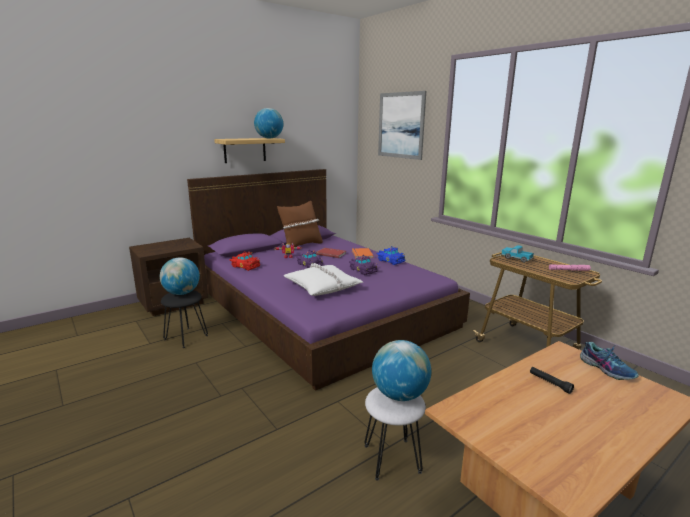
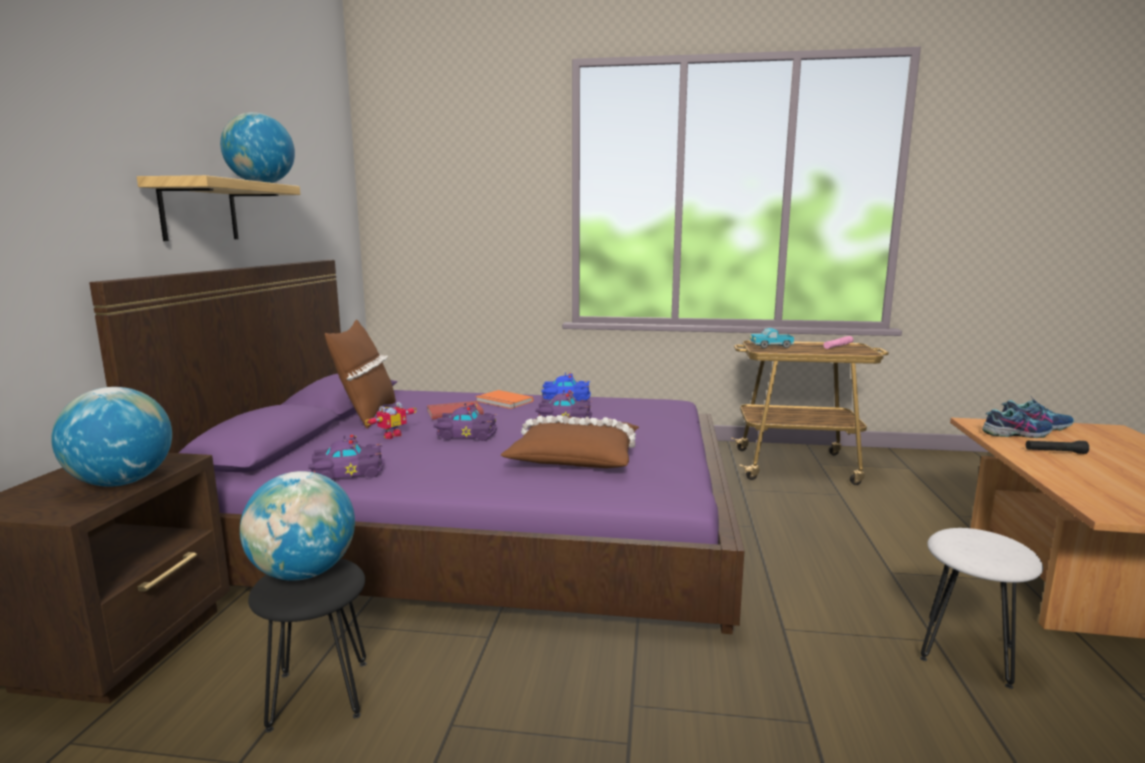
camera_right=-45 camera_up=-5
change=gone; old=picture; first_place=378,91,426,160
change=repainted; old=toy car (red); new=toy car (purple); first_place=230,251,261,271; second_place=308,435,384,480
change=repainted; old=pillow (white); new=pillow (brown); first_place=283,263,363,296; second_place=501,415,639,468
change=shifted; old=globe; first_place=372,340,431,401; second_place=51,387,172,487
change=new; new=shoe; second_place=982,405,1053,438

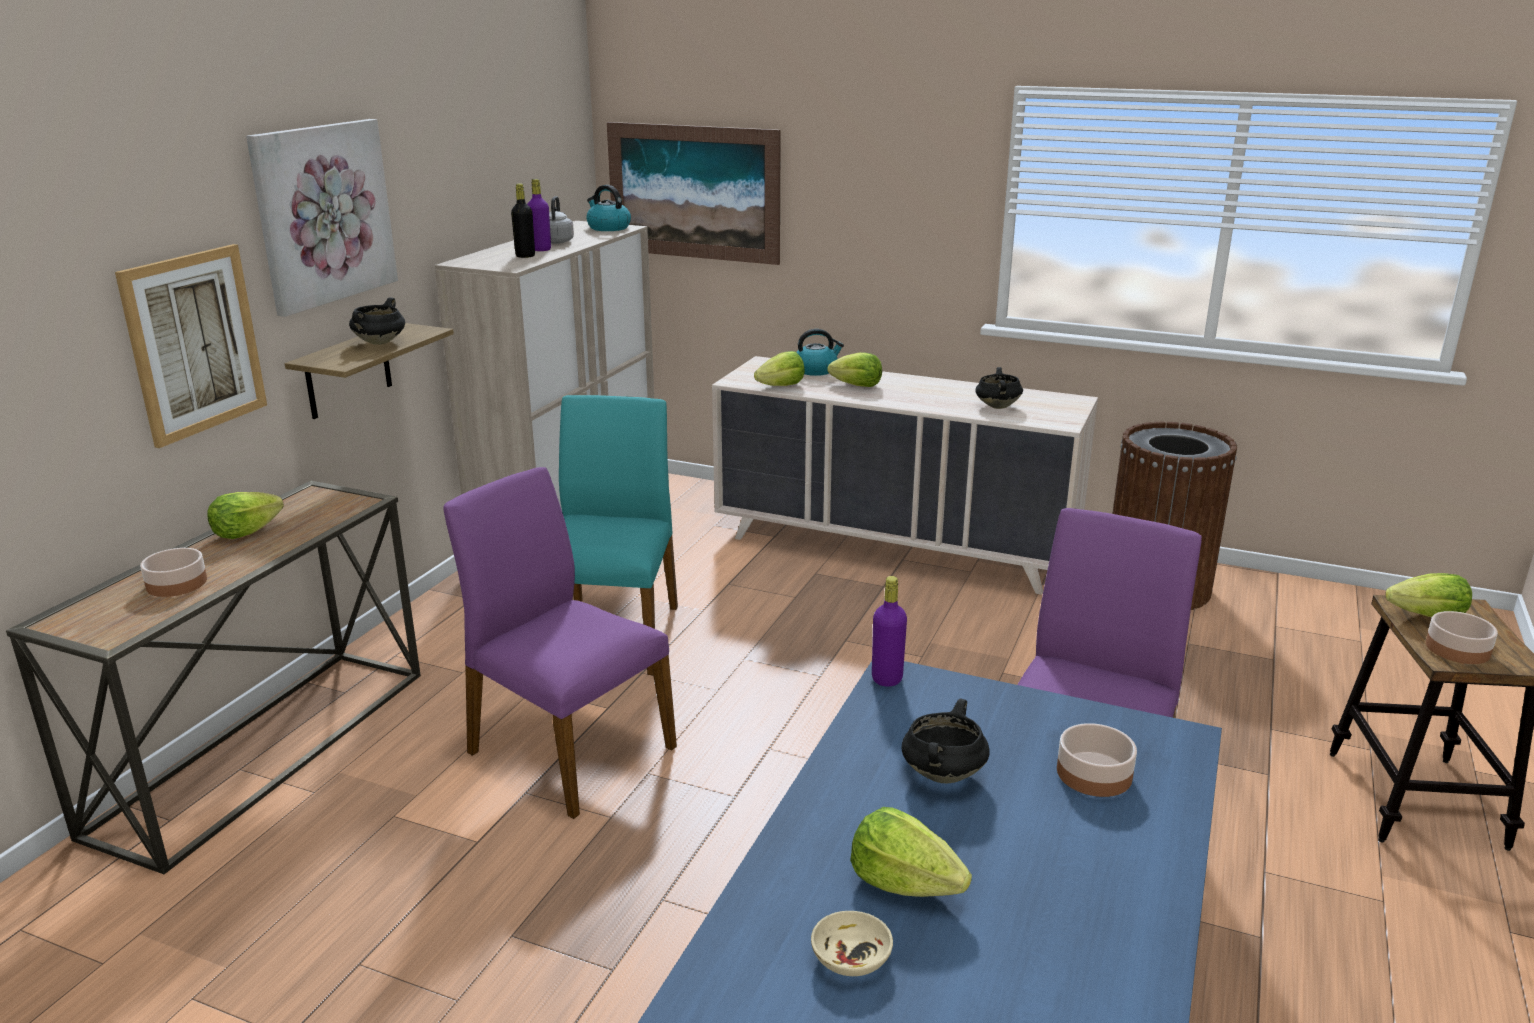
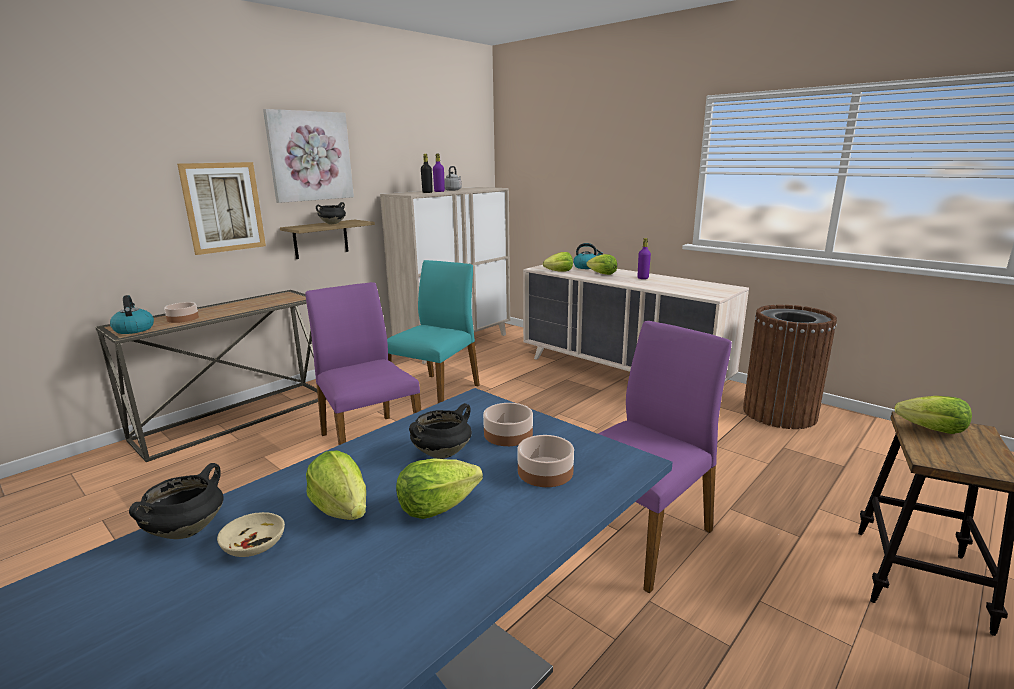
camera_right=20 camera_up=-5
change=gone; old=picture; first_place=607,122,781,265
change=shifted; old=kettle; first_place=586,185,631,231; second_place=110,295,154,334
change=shifted; old=cooking pot (black); first_place=975,367,1023,409; second_place=129,463,224,539
change=shifted; old=lettuce; first_place=208,492,284,539; second_place=396,458,483,519
change=shifted; old=bottle (purple); first_place=872,576,907,687; second_place=637,238,651,279
change=shifted; old=bowl; first_place=1426,611,1498,664; second_place=483,403,533,446

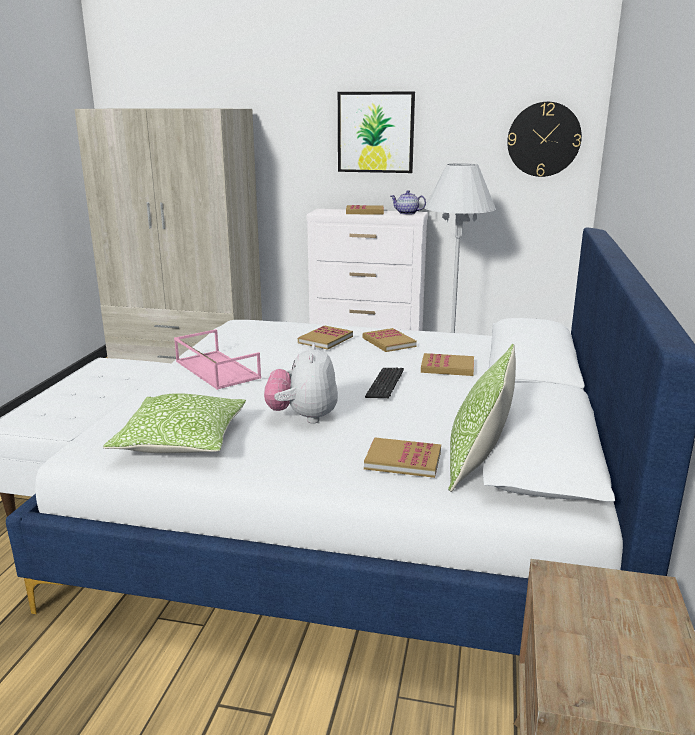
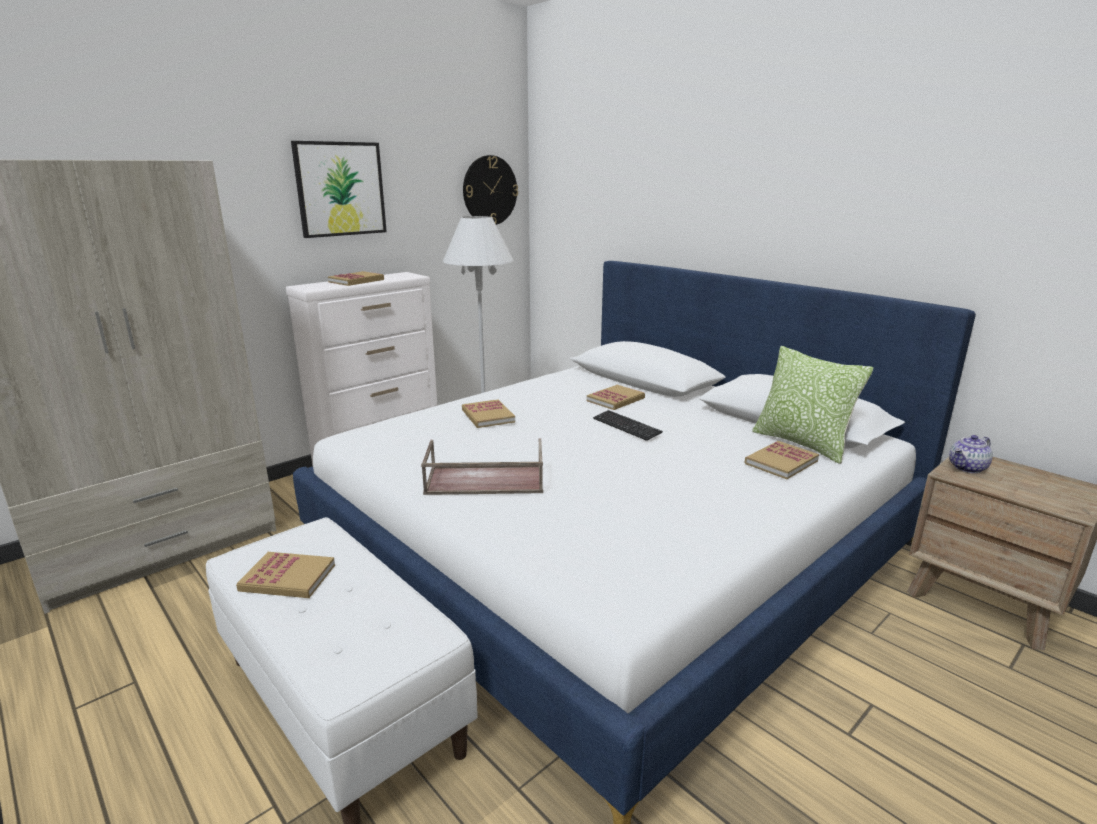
camera_right=-55 camera_up=0
change=shifted; old=teapot; first_place=391,190,426,215; second_place=949,435,993,473
change=shifted; old=book; first_place=363,328,417,352; second_place=236,552,335,598
change=repainted; old=tray (pink); new=tray (brown); first_place=174,329,261,390; second_place=421,438,543,495
change=gone; old=plush toy; first_place=264,344,338,423
change=gone; old=pillow; first_place=103,393,246,453

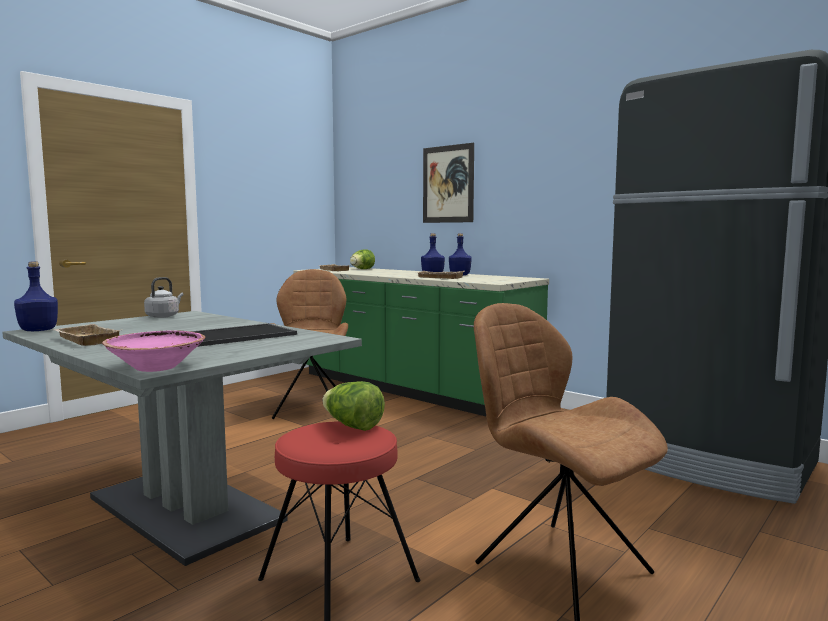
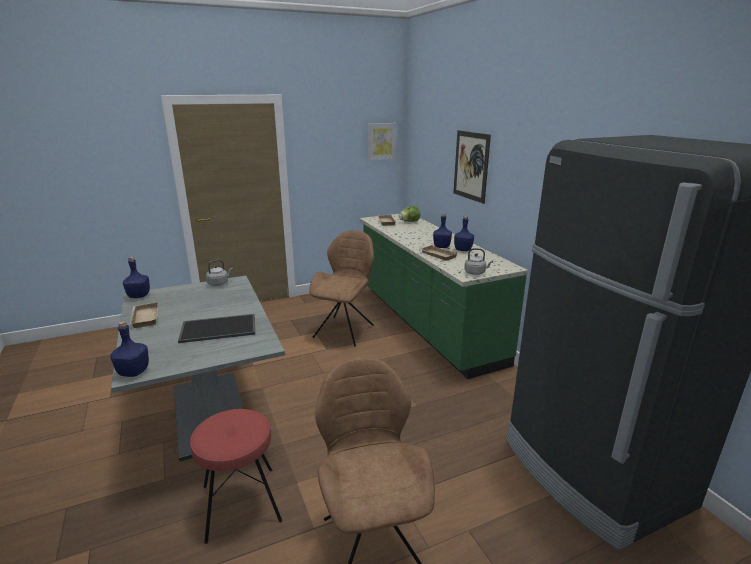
camera_right=25 camera_up=15
change=swapped; old=bowl (pink); new=bottle (blue); first_place=102,330,206,372; second_place=110,321,149,377
change=gone; old=lettuce; first_place=322,381,385,431
change=new; new=picture; second_place=368,123,397,161
change=new; new=kettle (grey); second_place=464,248,493,275

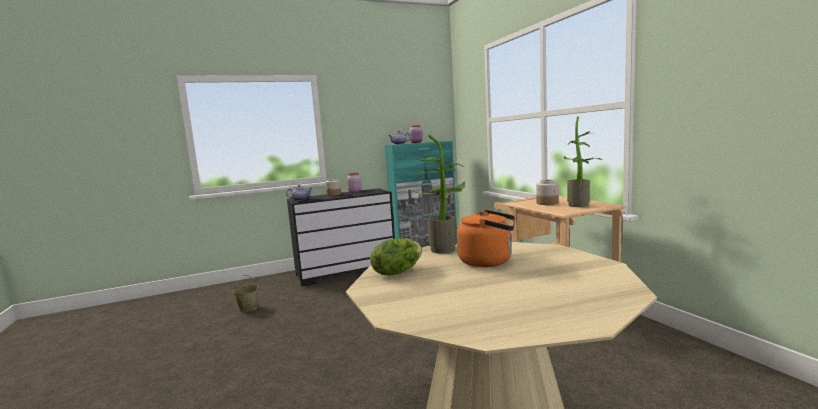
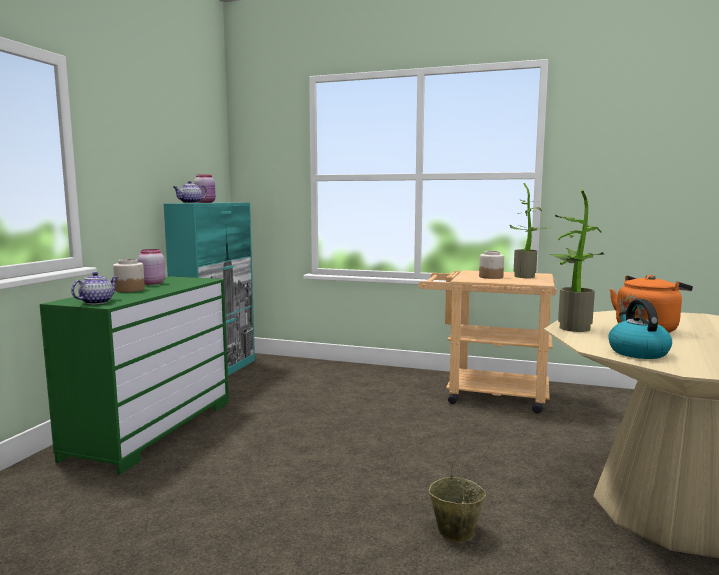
camera_right=-50 camera_up=0
change=repainted; old=dresser (black); new=dresser (green); first_place=287,188,395,287; second_place=40,276,229,475
change=swapped; old=lettuce; new=kettle; first_place=370,238,422,275; second_place=608,299,672,359
change=shifted; old=bucket (beige); first_place=233,275,259,312; second_place=428,461,486,542

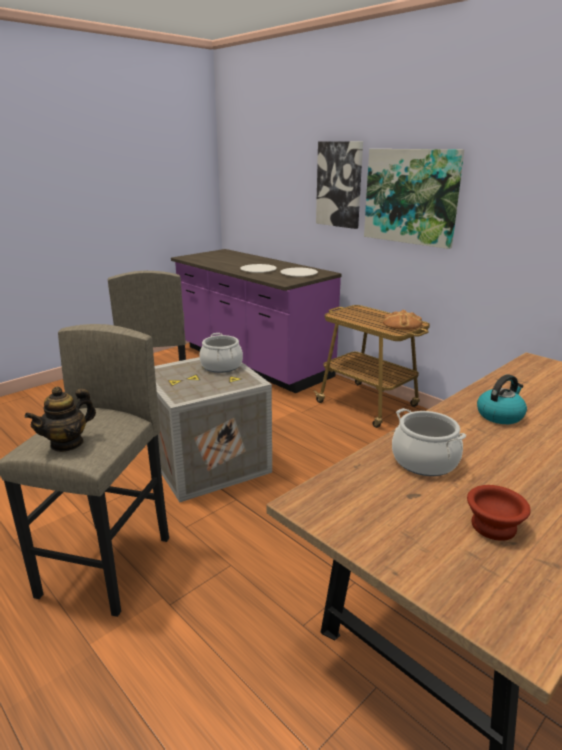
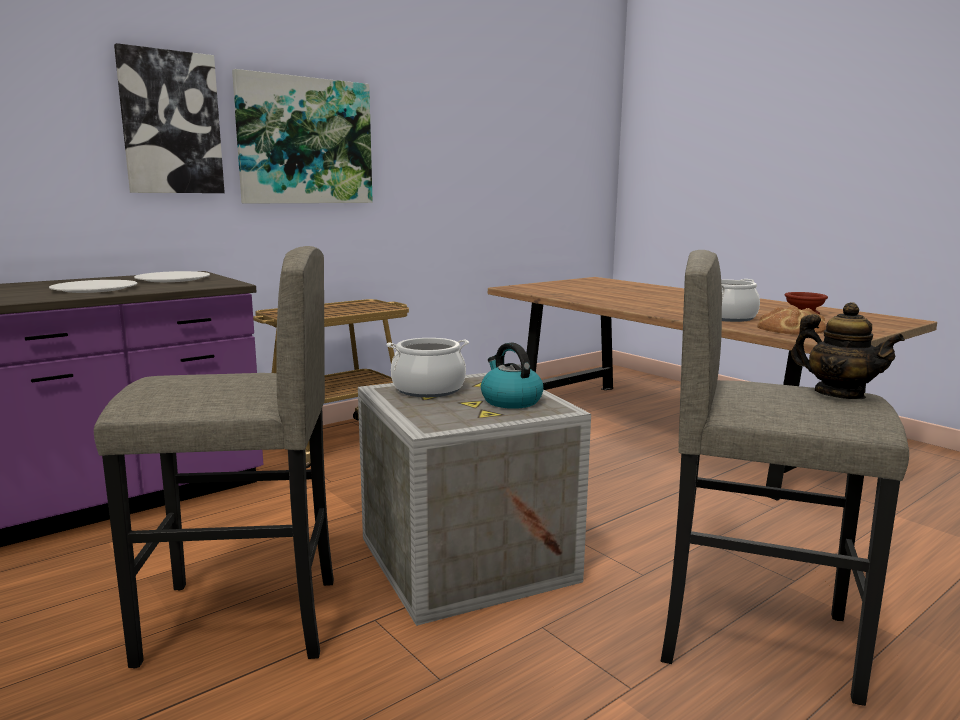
camera_right=-85 camera_up=-10
change=shifted; old=bread; first_place=383,310,422,330; second_place=757,306,826,335
change=shifted; old=kettle; first_place=477,374,527,424; second_place=481,342,543,409

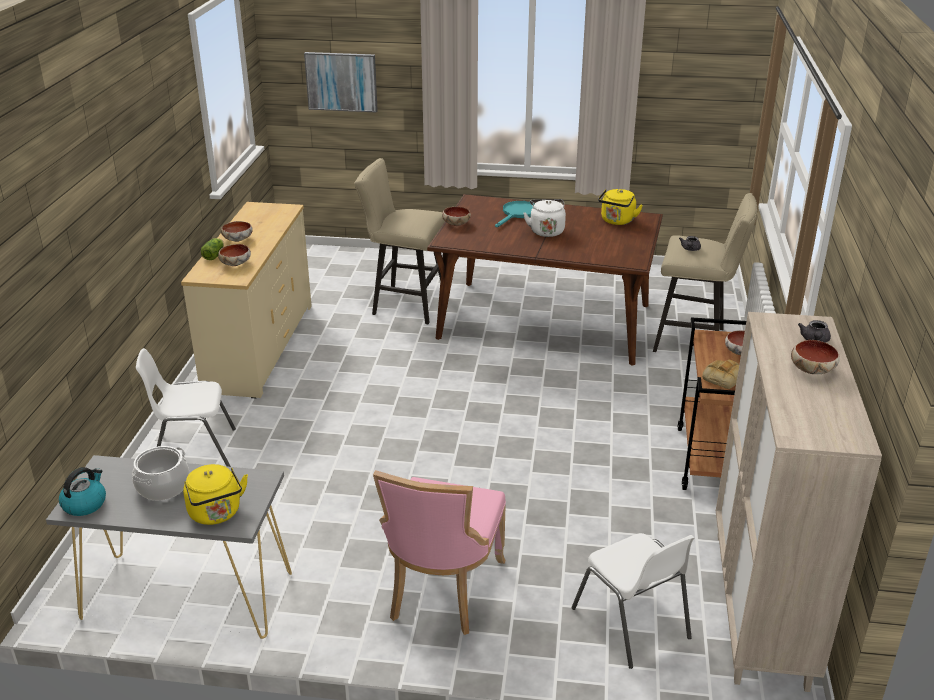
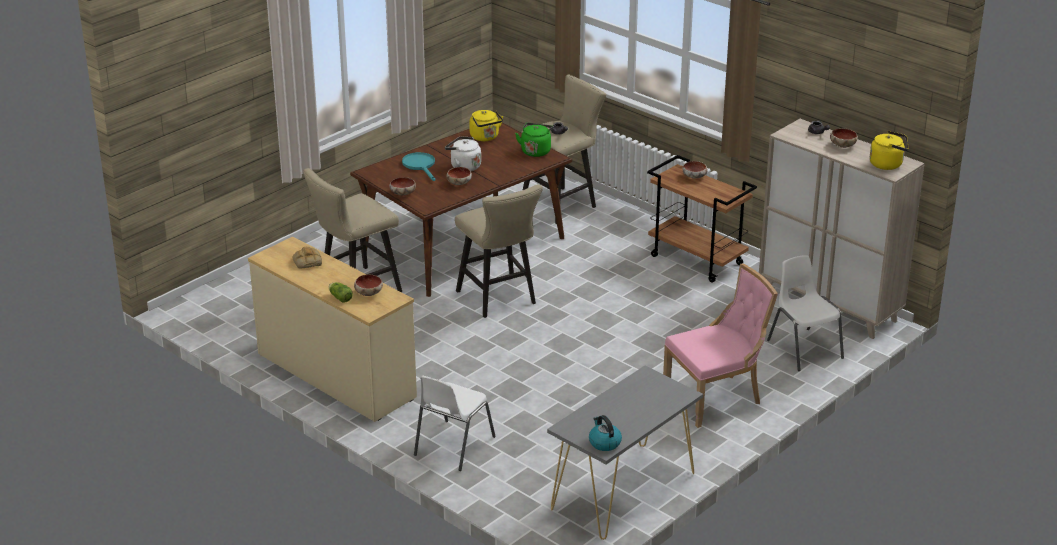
camera_right=-55 camera_up=0
change=gone; old=picture; first_place=304,52,378,113
change=shifted; old=bowl; first_place=221,221,253,242; second_place=446,167,472,185
change=shifted; old=bread; first_place=702,360,739,389; second_place=293,247,322,268
change=gone; old=cooking pot; first_place=132,446,189,500
change=shifted; old=kettle (yellow); first_place=183,464,248,525; second_place=870,131,909,170
change=rotated; old=chair (pink); first_place=373,470,506,635; second_place=663,263,778,428; degrees=-75
change=rotated; old=chair (white); first_place=571,533,695,669; second_place=767,255,844,371; degrees=-120
change=new; new=kettle (green); second_place=515,123,554,157
change=new; new=stool (beige); second_place=455,184,543,318

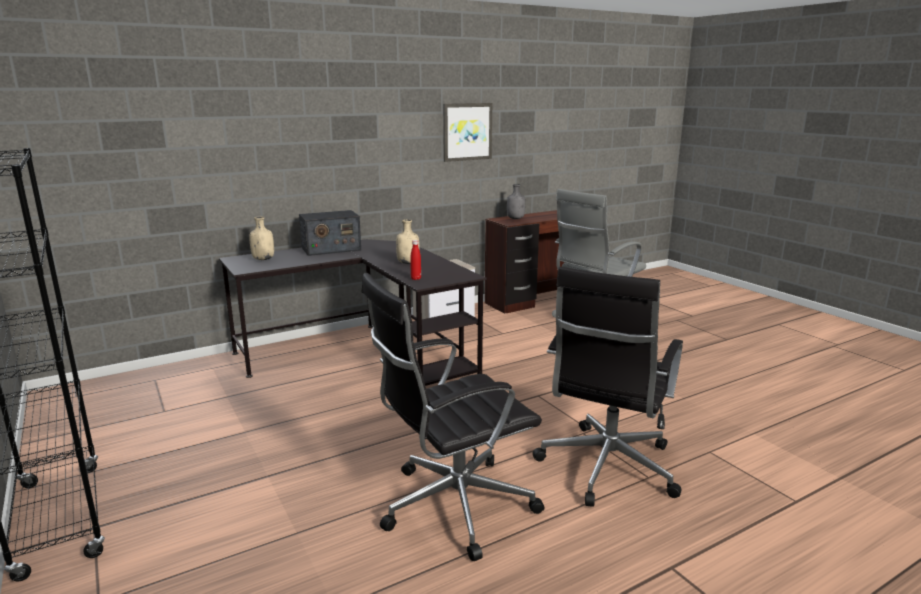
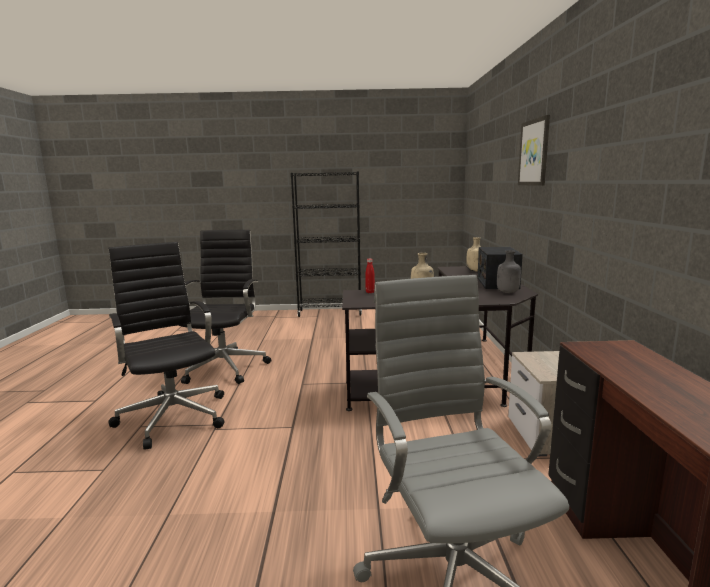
camera_right=120 camera_up=-5
change=shifted; old=picture; first_place=443,103,492,162; second_place=518,115,550,186
change=shifted; old=bottle (grey); first_place=507,184,525,219; second_place=497,250,521,293

